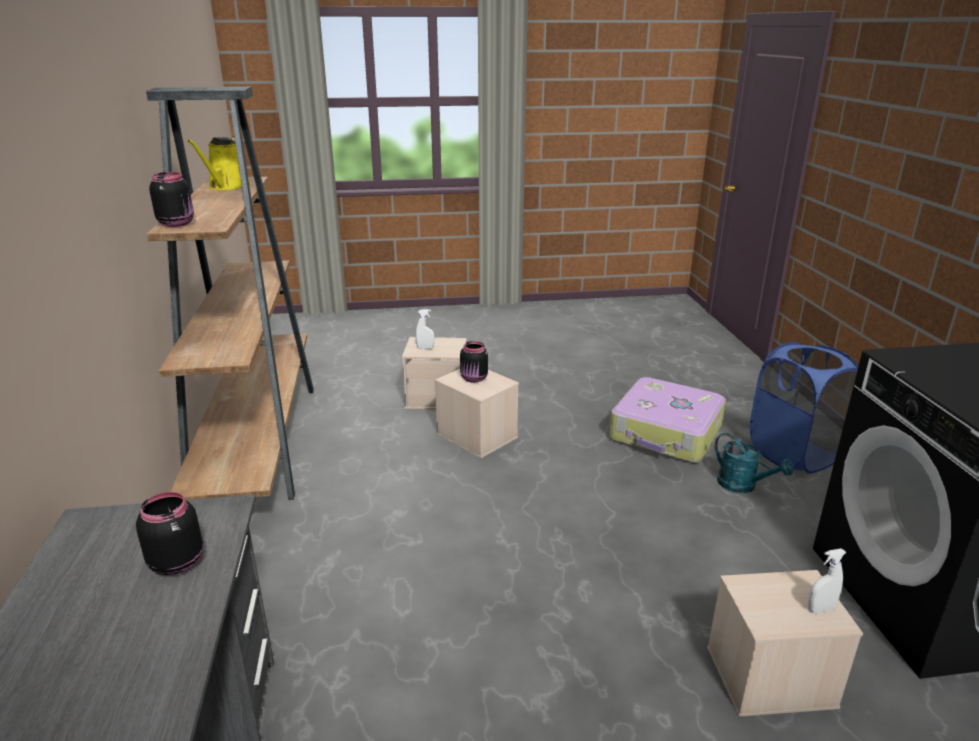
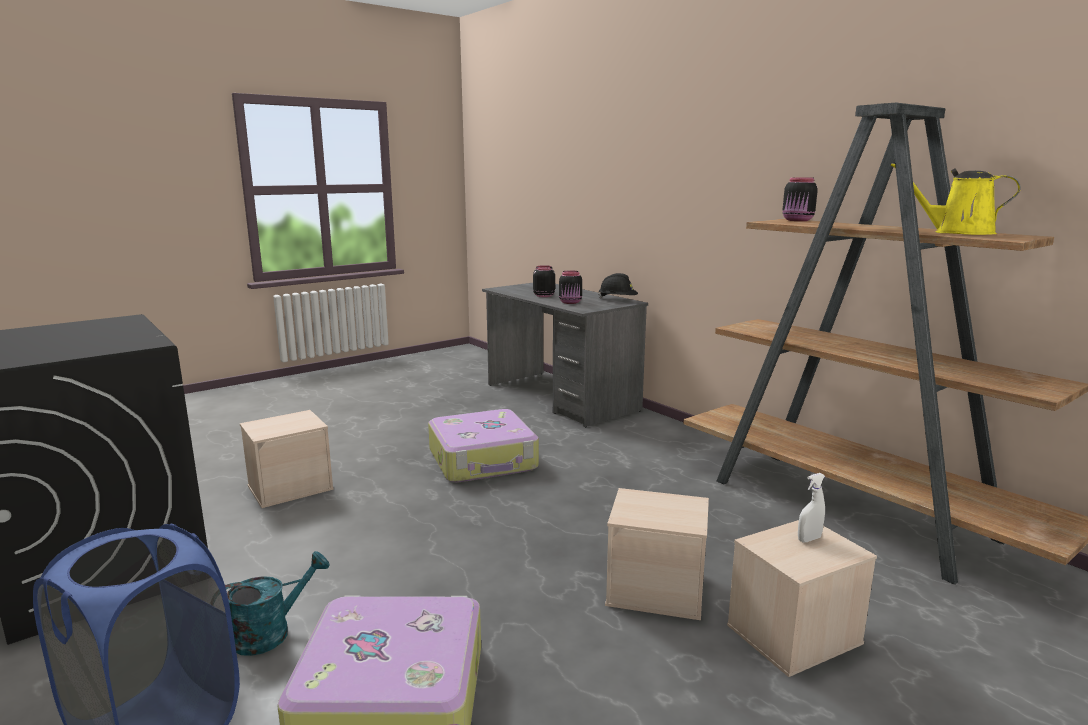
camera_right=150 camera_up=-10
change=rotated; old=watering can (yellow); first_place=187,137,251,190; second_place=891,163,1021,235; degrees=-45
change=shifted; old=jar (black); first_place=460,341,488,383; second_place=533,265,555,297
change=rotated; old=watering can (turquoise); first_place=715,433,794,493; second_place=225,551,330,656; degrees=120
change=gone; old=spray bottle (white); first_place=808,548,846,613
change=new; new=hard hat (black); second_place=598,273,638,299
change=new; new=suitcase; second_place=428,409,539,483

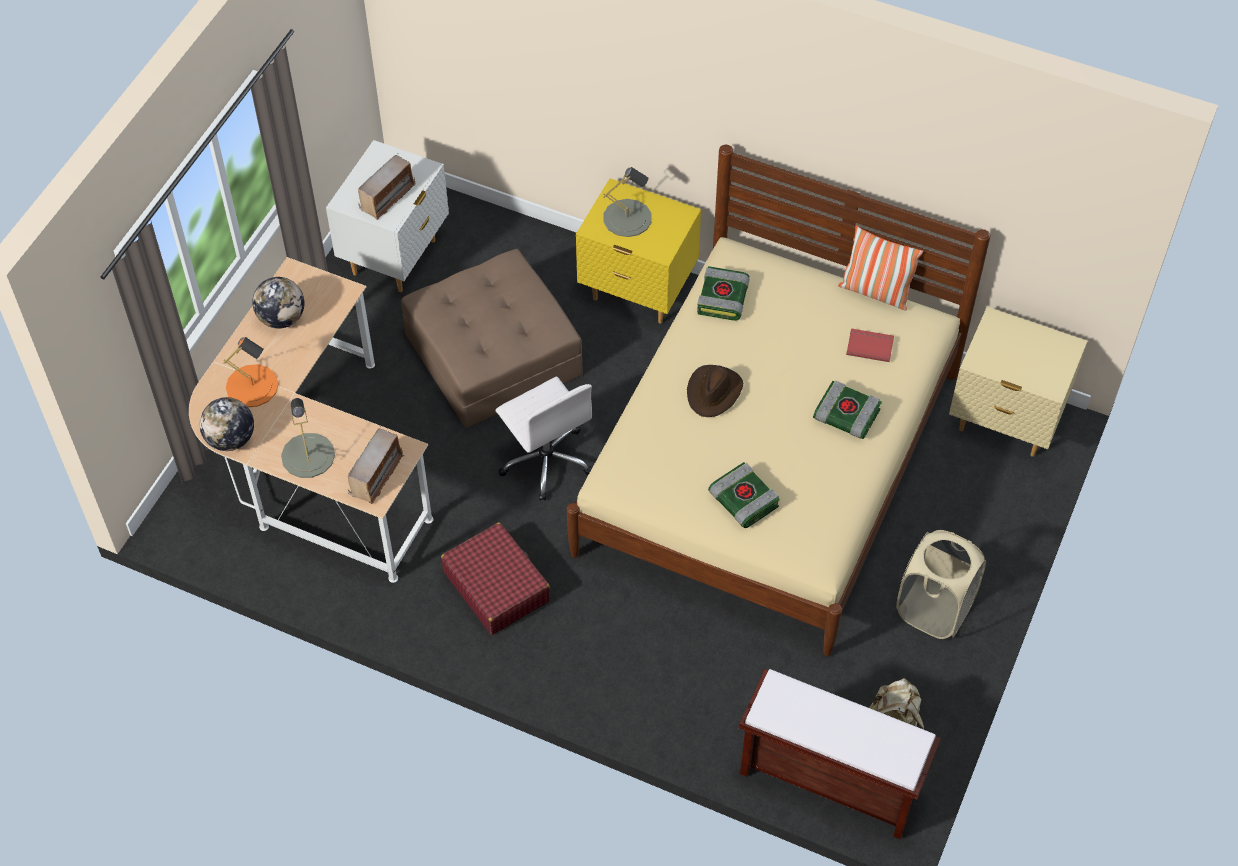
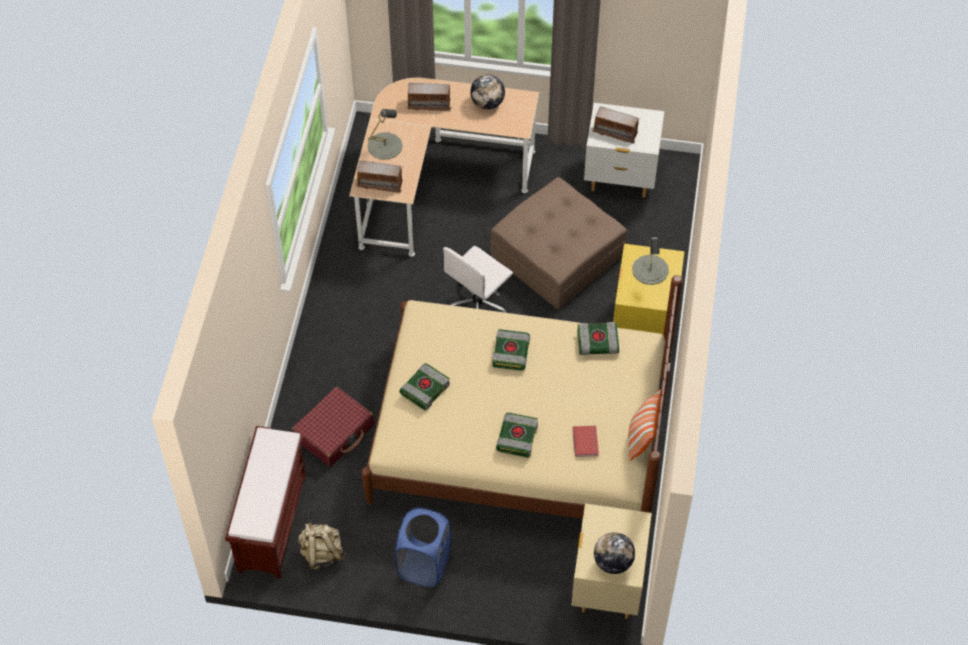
camera_right=75 camera_up=0
change=swapped; old=table lamp (orange); new=radio; first_place=223,337,279,407; second_place=406,83,451,111
change=swapped; old=hat (brown); new=book; first_place=687,365,743,417; second_place=492,329,530,371
change=shifted; old=globe; first_place=199,397,254,451; second_place=594,532,635,574
change=shifted; old=suitcase (red); first_place=441,522,550,635; second_place=292,387,374,467
change=repainted; old=laundry basket (beige); new=laundry basket (blue); first_place=896,530,986,639; second_place=395,507,451,587

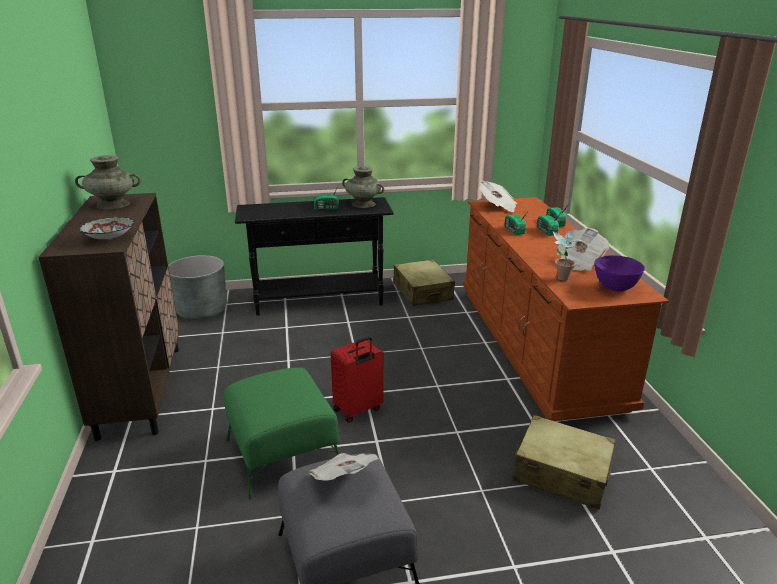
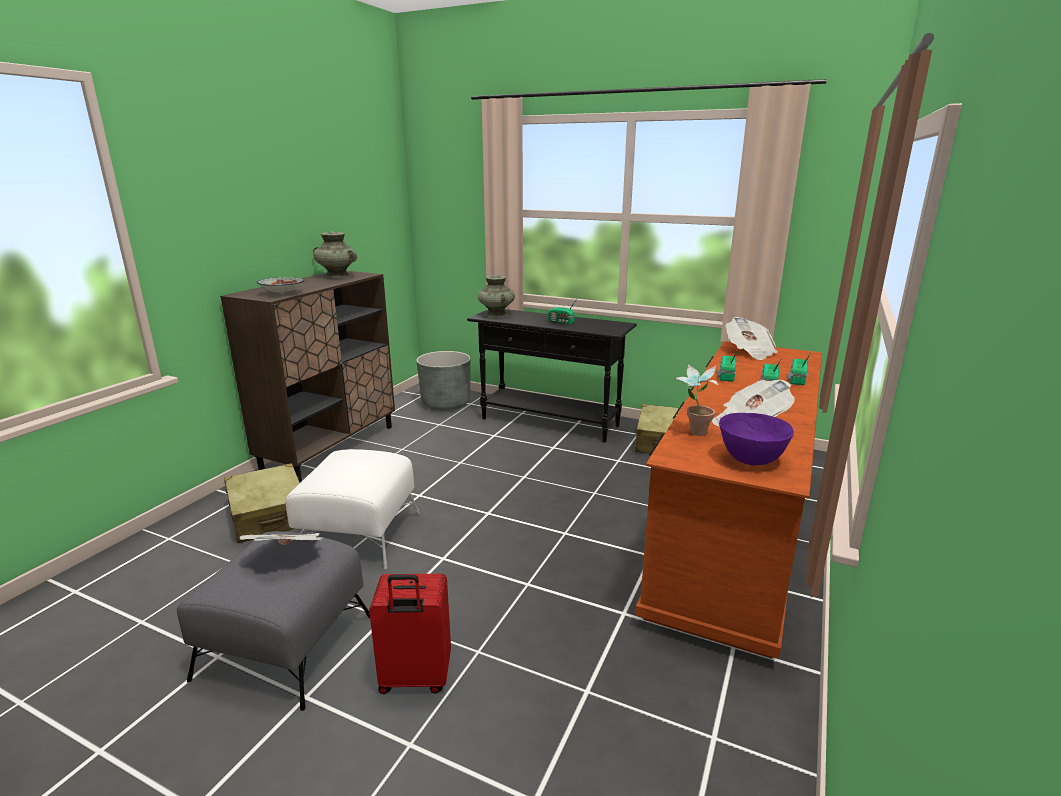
camera_right=35 camera_up=-5
change=shifted; old=vase (turquoise); first_place=342,166,384,208; second_place=478,275,515,318
change=shifted; old=suitcase (red); first_place=331,336,384,423; second_place=369,574,451,694
change=repainted; old=ottoman (green); new=ottoman (white); first_place=224,367,340,500; second_place=286,449,420,569
change=shifted; old=suitcase (beige); first_place=512,415,616,510; second_place=224,463,300,544

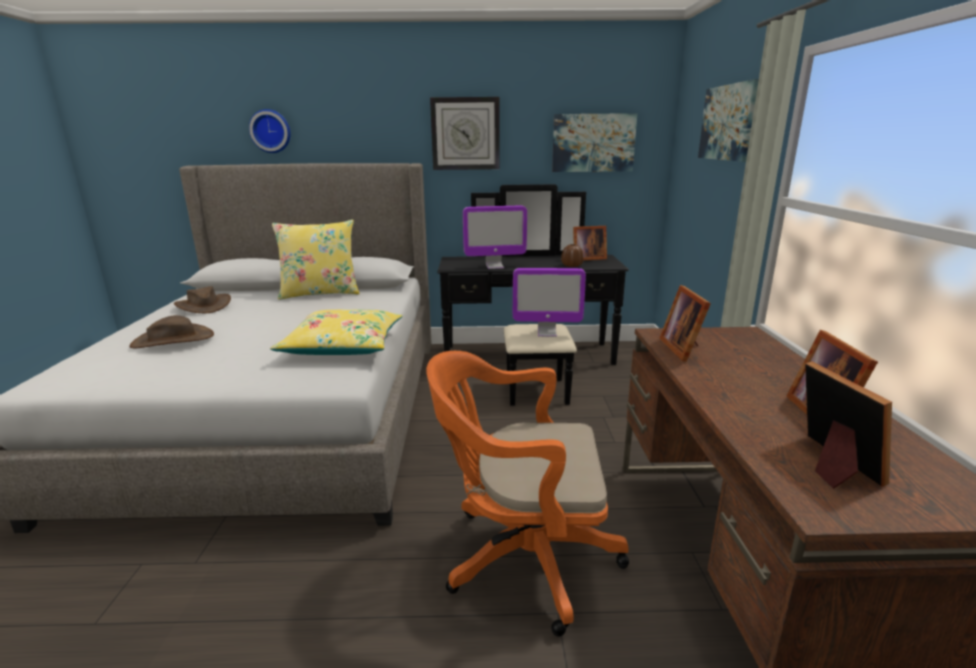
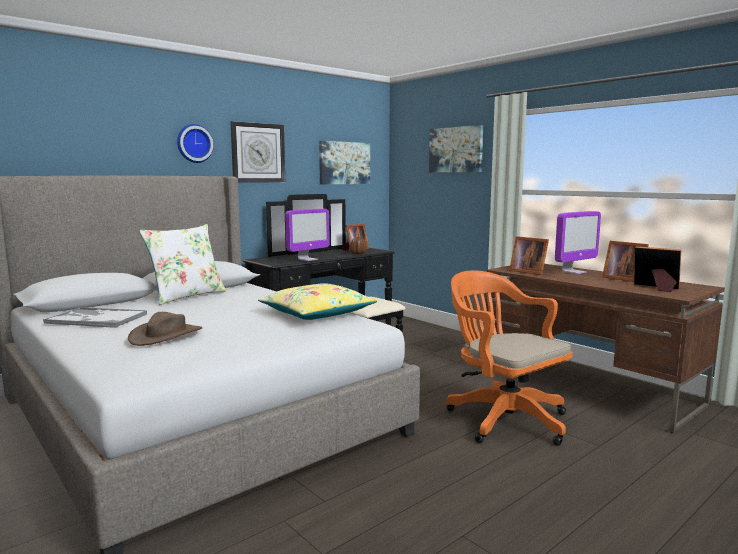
camera_right=-40 camera_up=-10
change=shifted; old=wall clock; first_place=249,109,291,153; second_place=177,124,214,163
change=repainted; old=pillow (yellow); new=pillow (white); first_place=272,220,360,300; second_place=139,224,226,305
change=shifted; old=monitor; first_place=513,268,586,337; second_place=555,211,601,274
change=swapped; old=hat (brown); new=tray; first_place=174,286,231,313; second_place=43,307,147,328
change=rotated; old=office chair (orange); first_place=426,351,629,637; second_place=446,271,573,446; degrees=90

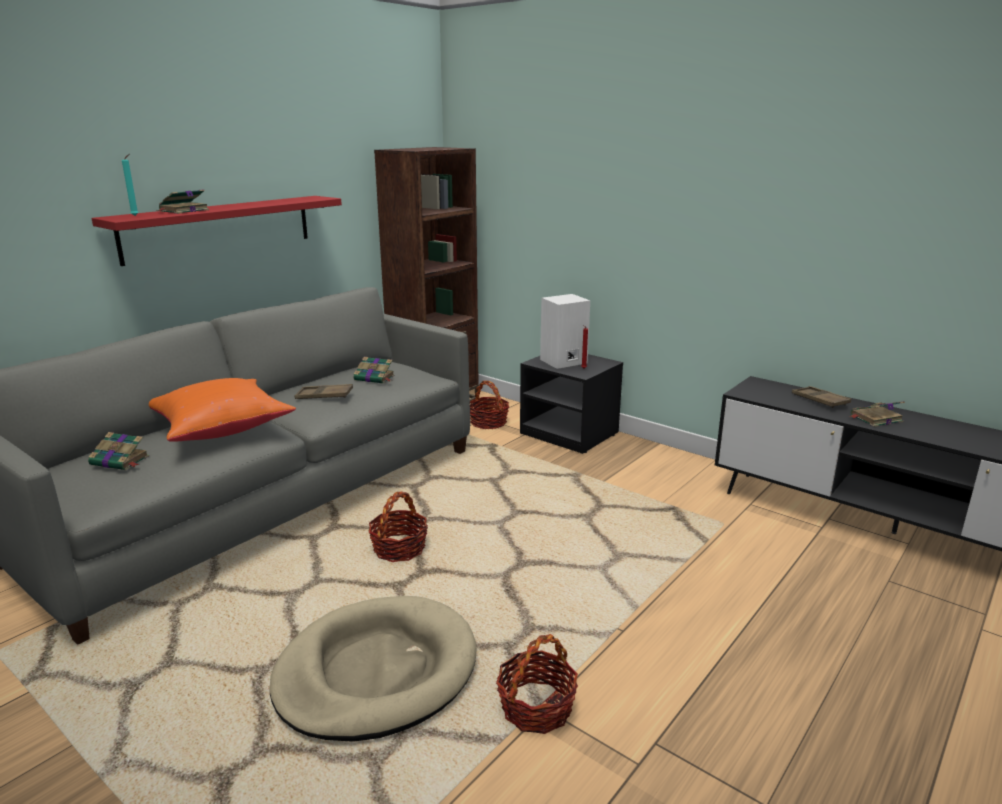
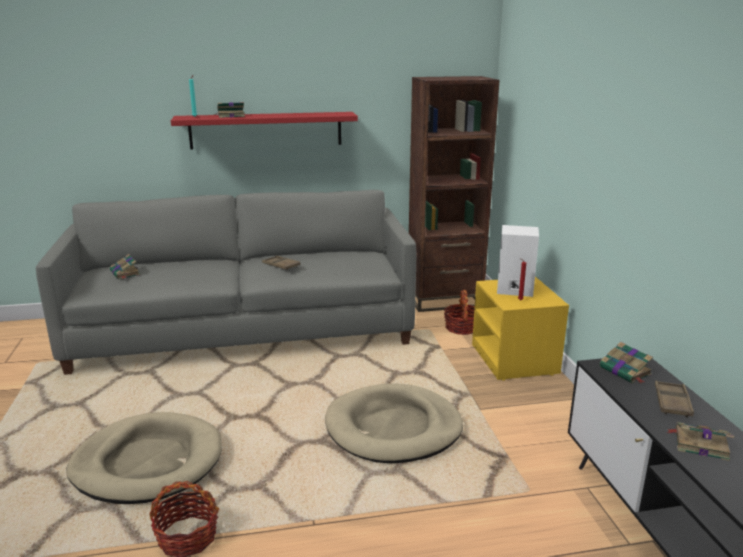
camera_right=40 camera_up=0
change=repainted; old=nightstand (black); new=nightstand (yellow); first_place=520,354,623,454; second_place=472,277,569,381
change=shifted; old=book; first_place=354,357,395,384; second_place=600,342,653,384
change=gone; old=pillow (orange); first_place=149,378,296,442
change=gone; old=basket; first_place=368,492,428,562
change=new; new=dog bed (beige); second_place=325,384,463,463

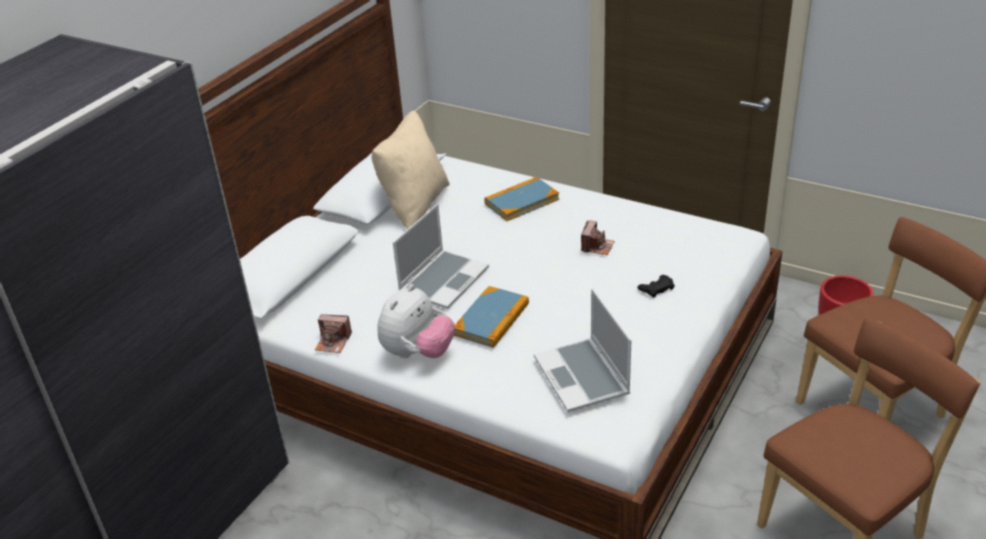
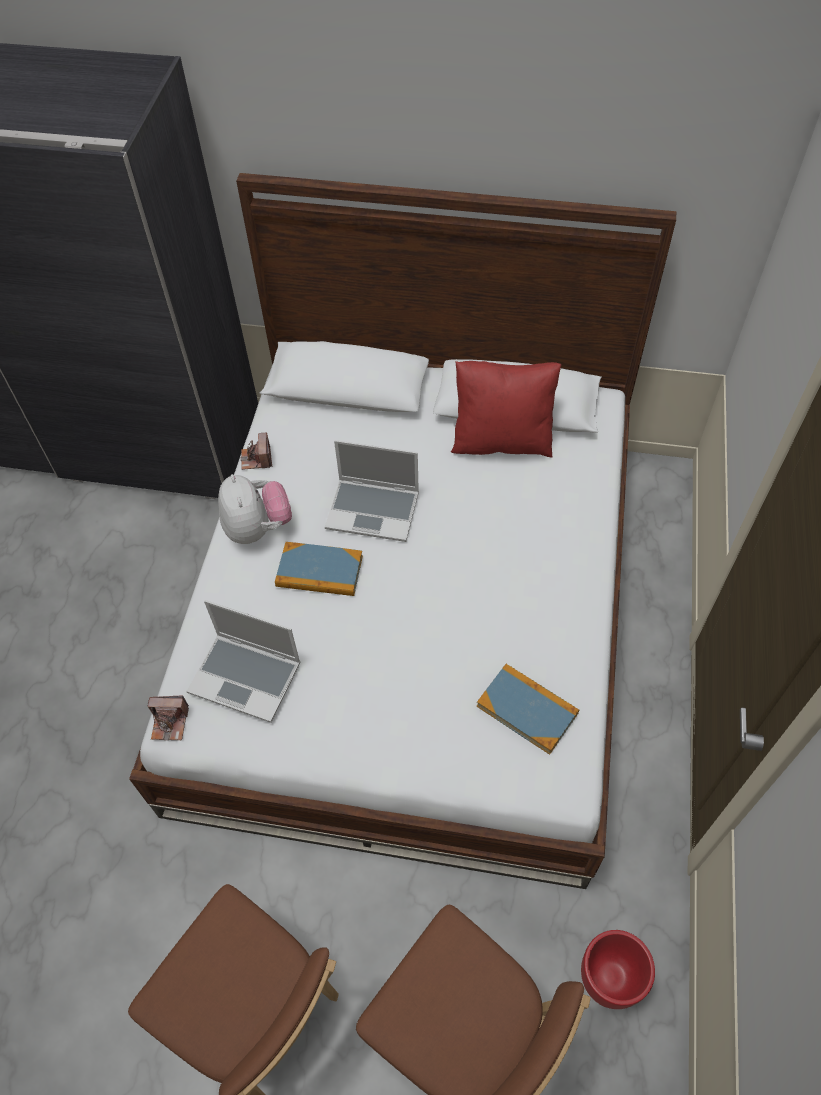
camera_right=70 camera_up=20
change=repainted; old=pillow (beige); new=pillow (red); first_place=372,110,449,229; second_place=451,361,562,458
change=shifted; old=book; first_place=484,177,559,221; second_place=476,664,579,755
change=shifted; old=photo camera; first_place=581,220,615,255; second_place=148,695,189,740
change=gone; old=game controller (black); first_place=637,275,675,298
change=rotated; old=plush toy; first_place=377,284,455,358; second_place=218,474,292,544; degrees=-120
change=rotated; old=laptop; first_place=534,288,631,412; second_place=186,600,301,723; degrees=-120

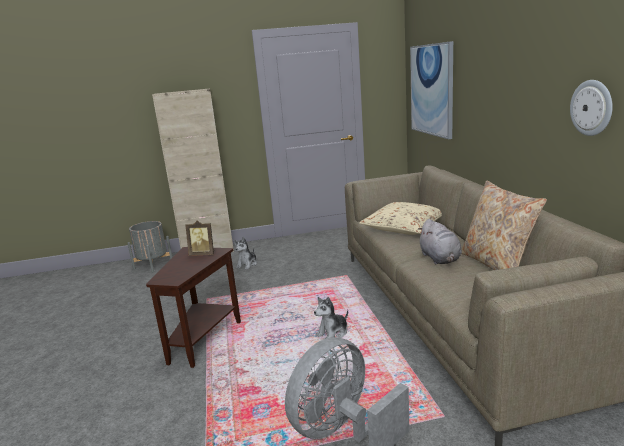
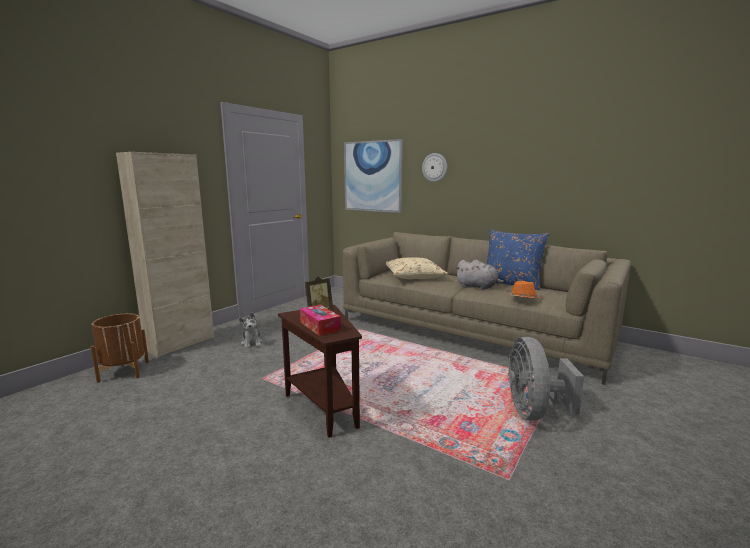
camera_right=-45 camera_up=-5
change=shifted; old=wall clock; first_place=570,80,613,136; second_place=422,153,447,182
change=repainted; old=pillow (beige); new=pillow (blue); first_place=461,180,547,270; second_place=487,229,549,290
change=repainted; old=planter (grey); new=planter (brown); first_place=127,221,173,273; second_place=91,313,149,383
change=gone; old=plush toy; first_place=314,297,348,339
change=new; new=hat (orange); second_place=509,281,540,299
change=new; new=tissue box; second_place=300,305,341,336

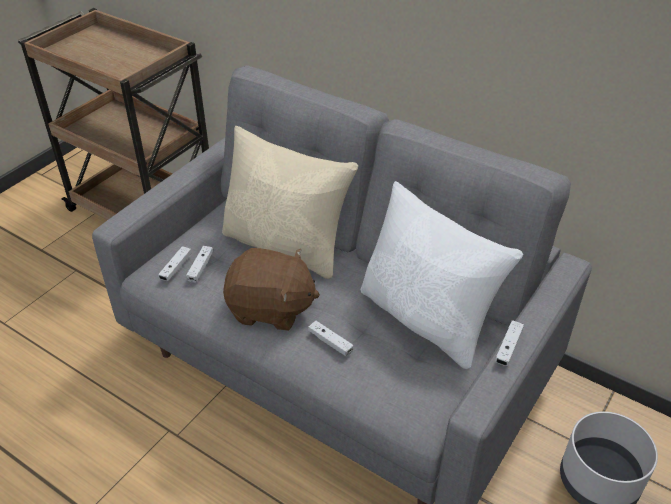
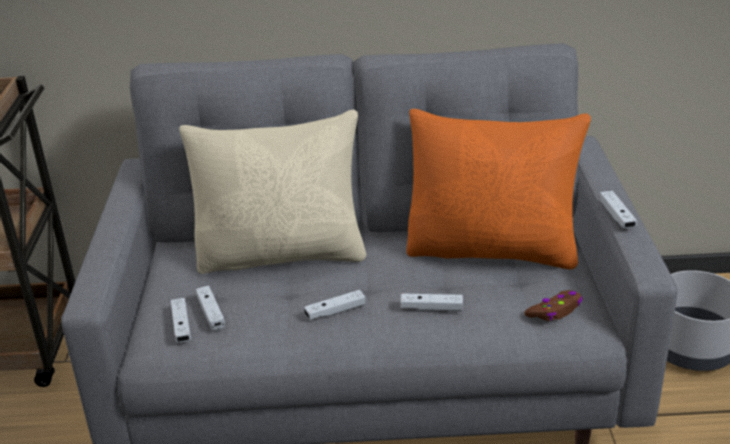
camera_right=-35 camera_up=-10
change=repainted; old=pillow (white); new=pillow (orange); first_place=361,181,523,369; second_place=406,109,591,269
change=swapped; old=plush toy (brown); new=game controller (white); first_place=223,248,320,331; second_place=304,290,365,320
change=new; new=game controller (brown); second_place=524,290,582,321

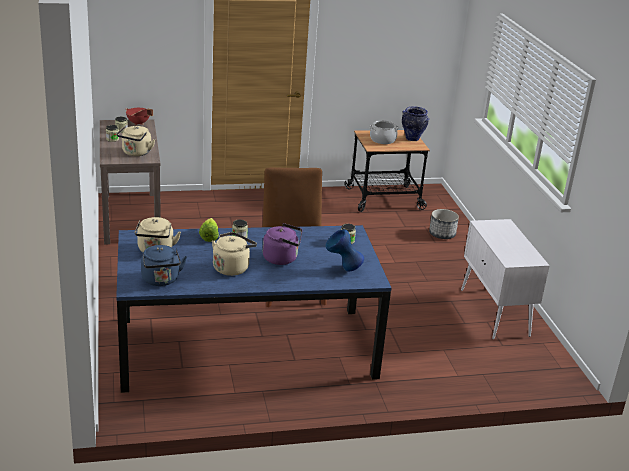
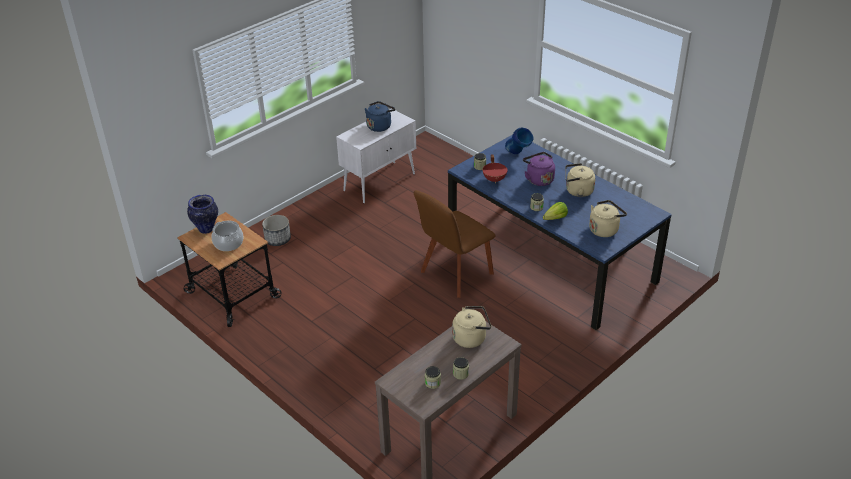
camera_right=-120 camera_up=10
change=shifted; old=cooking pot (red); first_place=126,108,153,125; second_place=482,154,508,183
change=shifted; old=kettle (blue); first_place=141,245,187,286; second_place=365,101,395,132

